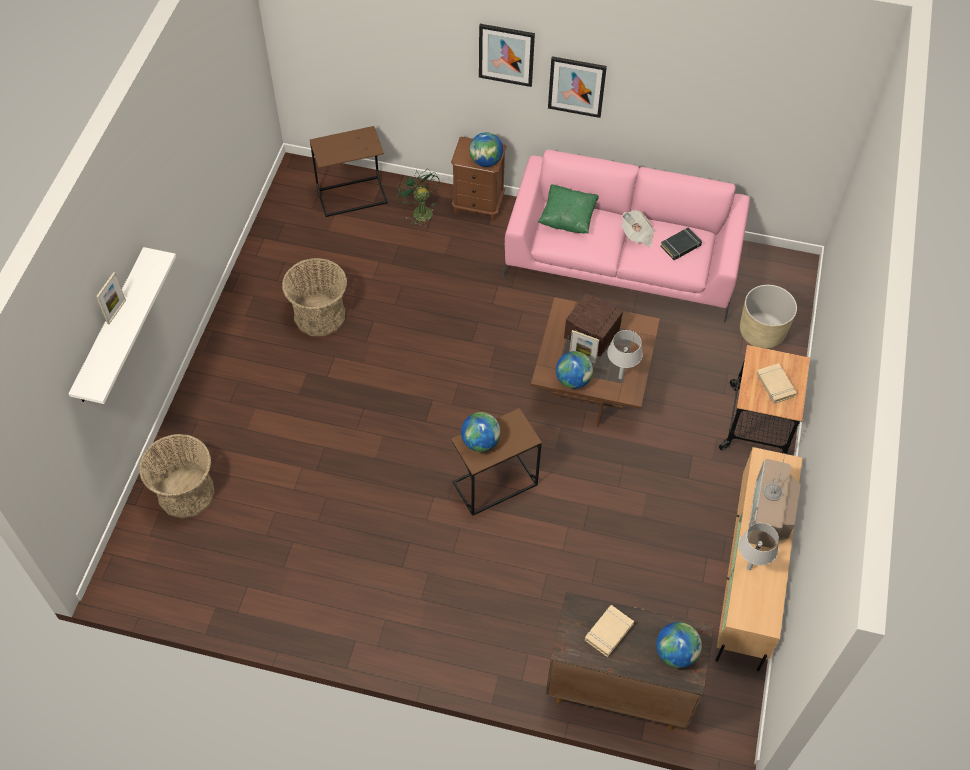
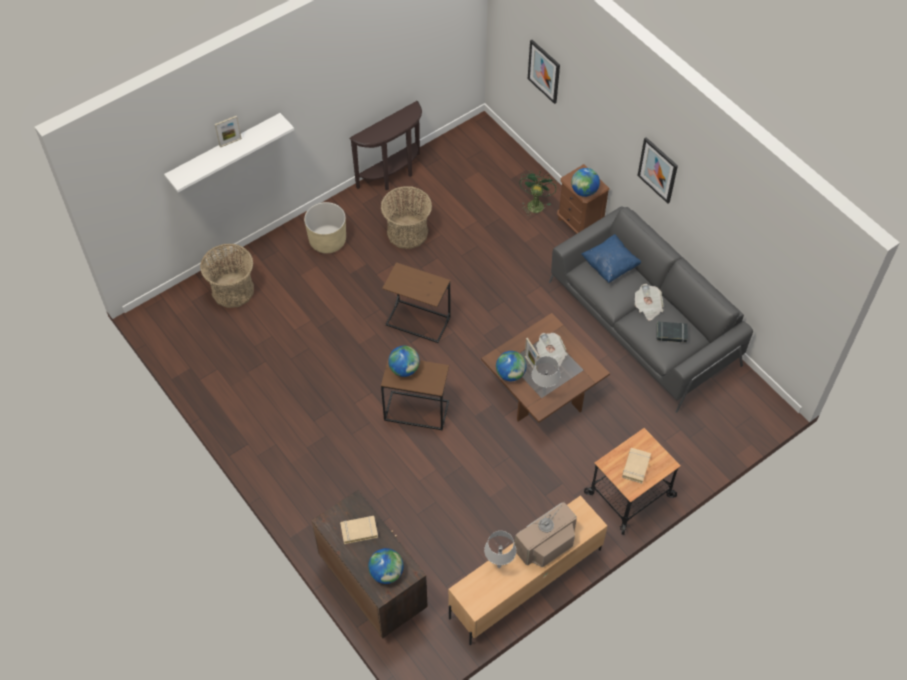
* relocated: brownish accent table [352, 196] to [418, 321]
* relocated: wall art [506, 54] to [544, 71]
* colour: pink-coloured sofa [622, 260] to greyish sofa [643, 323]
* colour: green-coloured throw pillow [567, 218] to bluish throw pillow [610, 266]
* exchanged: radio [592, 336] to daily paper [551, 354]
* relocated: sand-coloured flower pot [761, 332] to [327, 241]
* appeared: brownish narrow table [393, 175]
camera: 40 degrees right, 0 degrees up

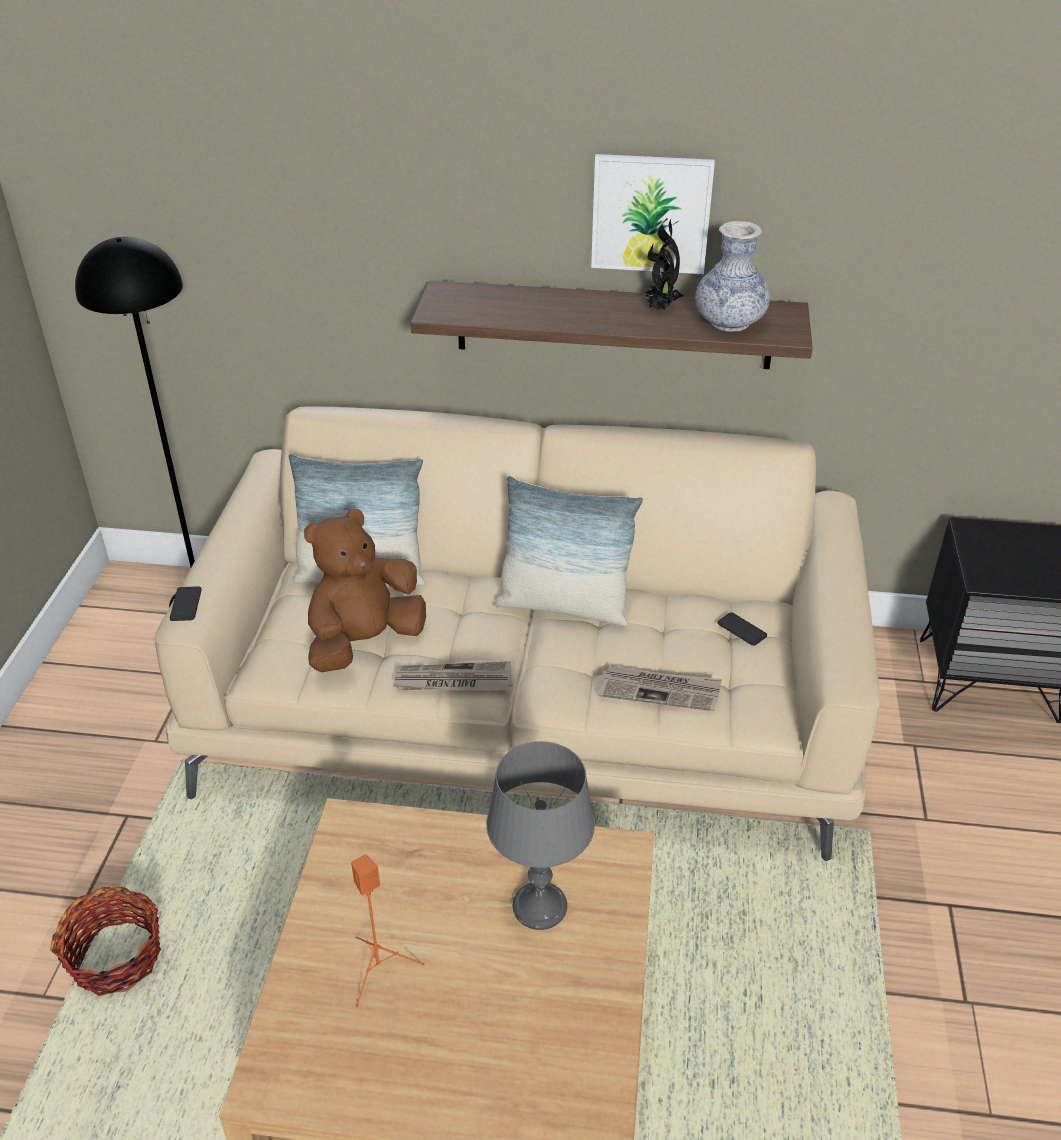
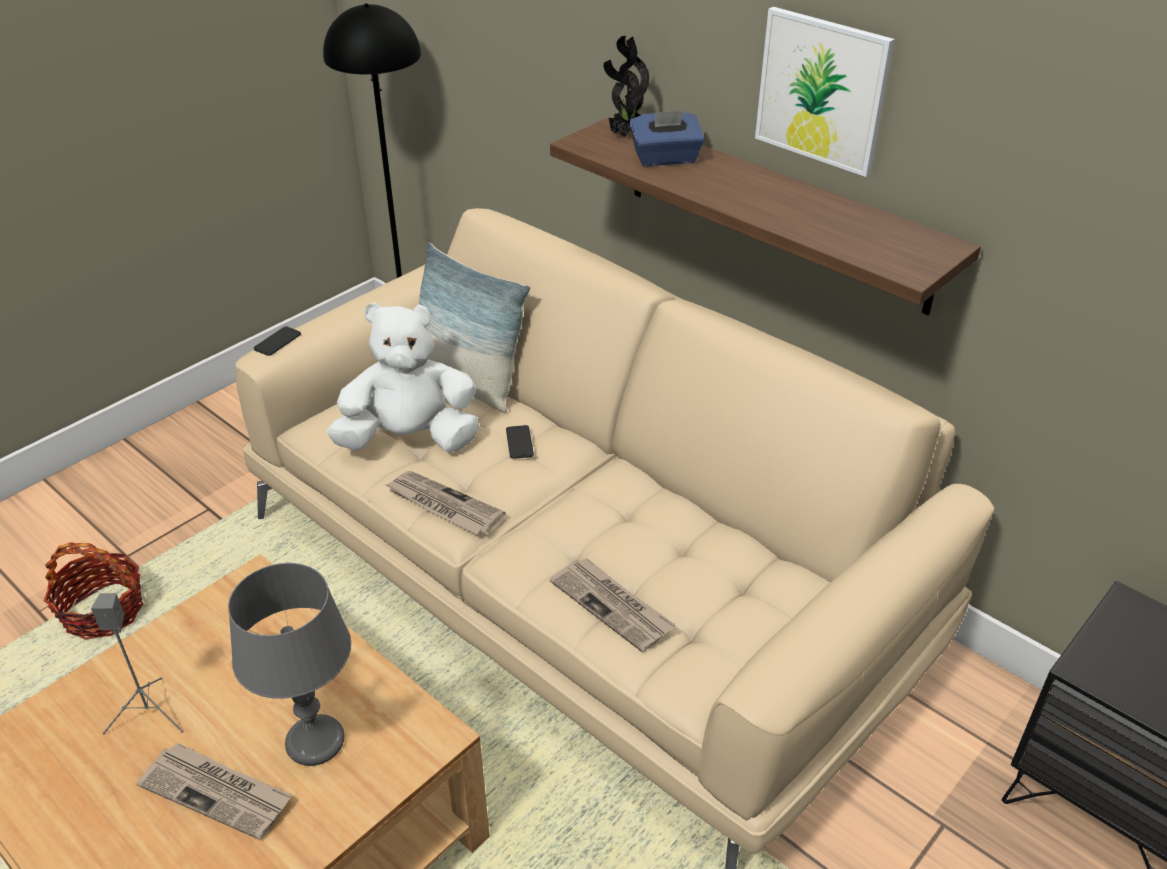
* colour: brownish cuddly toy [364, 642] to white-coloured cuddly toy [410, 439]
* colour: orange loudspeaker [380, 968] to greyish loudspeaker [150, 714]
* missing: throw pillow [564, 606]
* relocated: houseplant [660, 308] to [624, 135]
* missing: decorative vase [729, 322]
* relocated: telephone [742, 629] to [519, 442]
* appeared: daily paper [217, 792]
* appeared: bluish tissue holder [665, 159]
camera: 35 degrees right, 0 degrees up

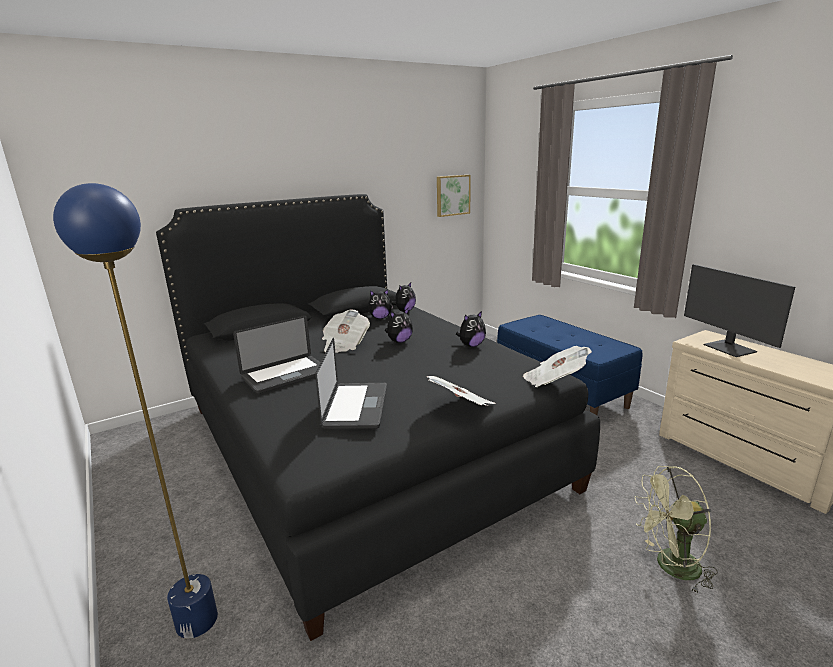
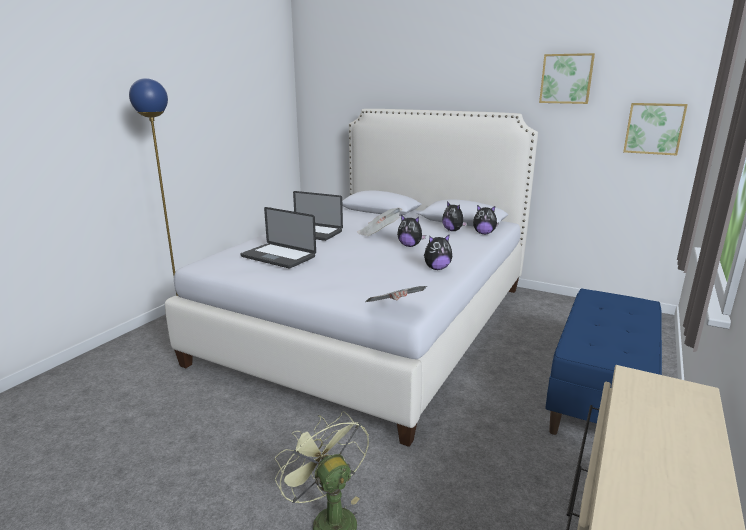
* colour: black sleeping bed [361, 444] to white-coloured sleeping bed [373, 322]
* spun: portable computer [356, 406] = [278, 257] 60 degrees clockwise
* missing: daily paper [461, 407]
* spun: cuddly toy [471, 345] = [436, 268] 45 degrees counterclockwise
* missing: monitor [729, 348]
* appeared: wall art [566, 78]
camera: 60 degrees right, 0 degrees up

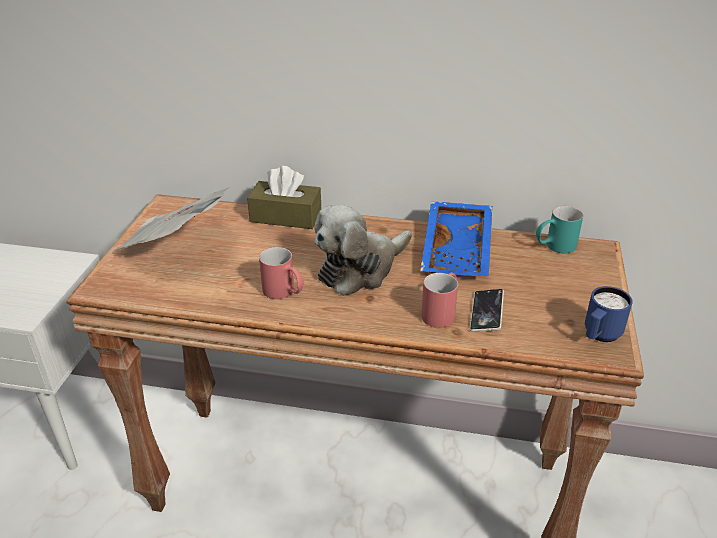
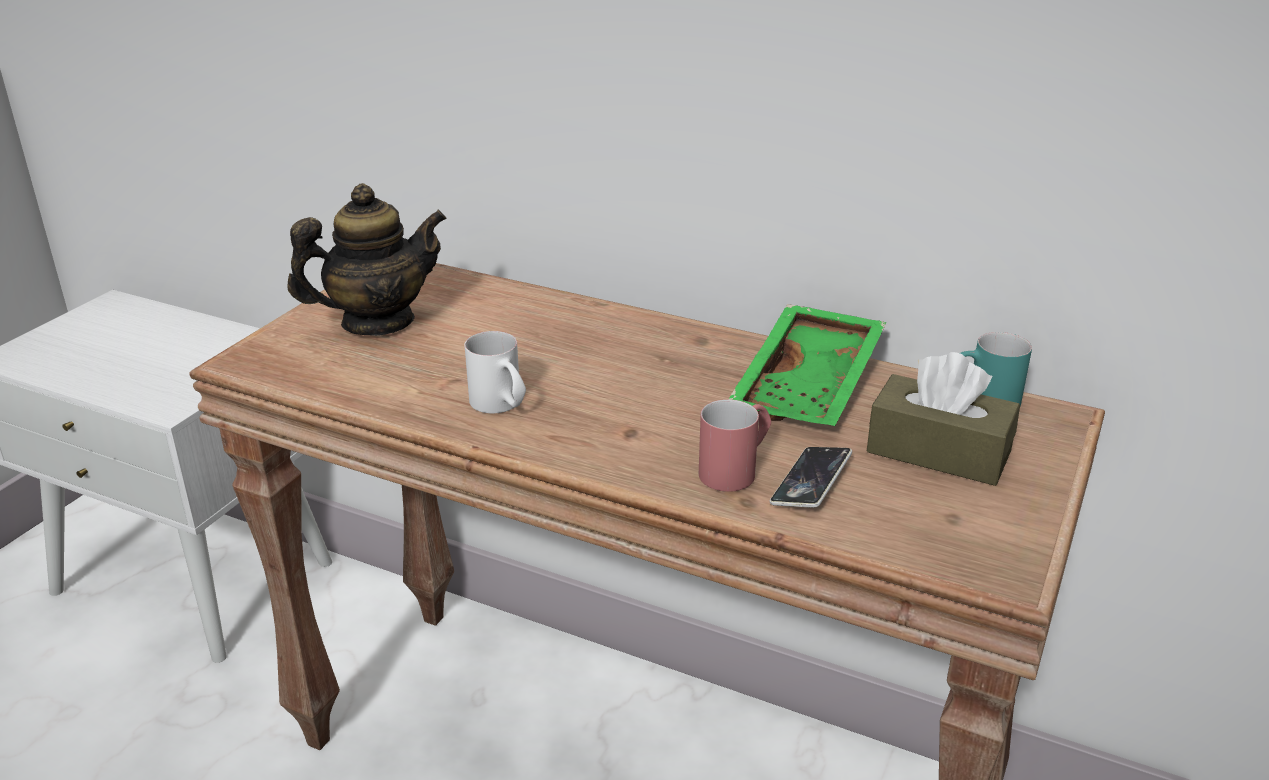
* exchanged: daily paper [176, 246] to tea pot [377, 322]
* relocated: brownish tissue holder [286, 217] to [938, 452]
* colour: reddish coffee mug [284, 293] to white-coloured coffee mug [501, 406]
* missing: cuddly toy [360, 269]
* colour: bluish carrying tray [459, 251] to green-coloured carrying tray [811, 386]
* missing: bluish coffee mug [599, 336]
camera: 15 degrees right, 5 degrees down

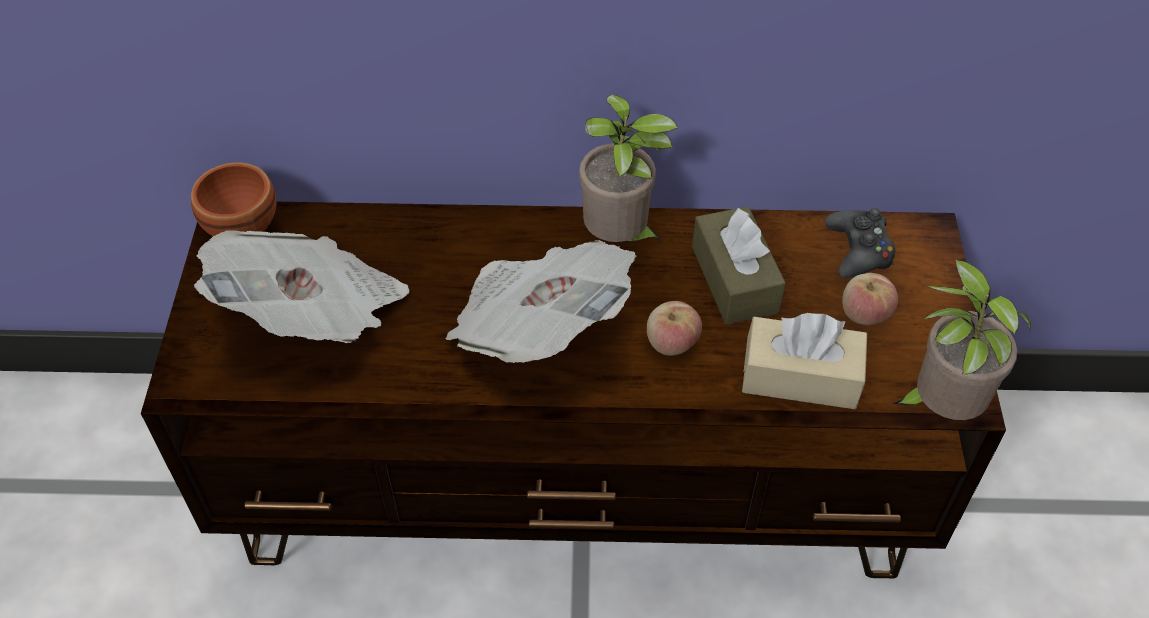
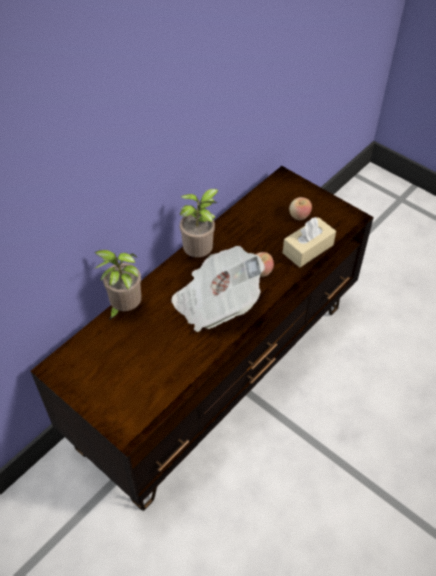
* missing: brownish serving bowl [245, 227]
* missing: daily paper [315, 314]
* missing: brownish tissue holder [734, 279]
* missing: black game controller [859, 250]
* relocated: houseplant [939, 407] to [124, 308]
camera: 50 degrees left, 0 degrees up

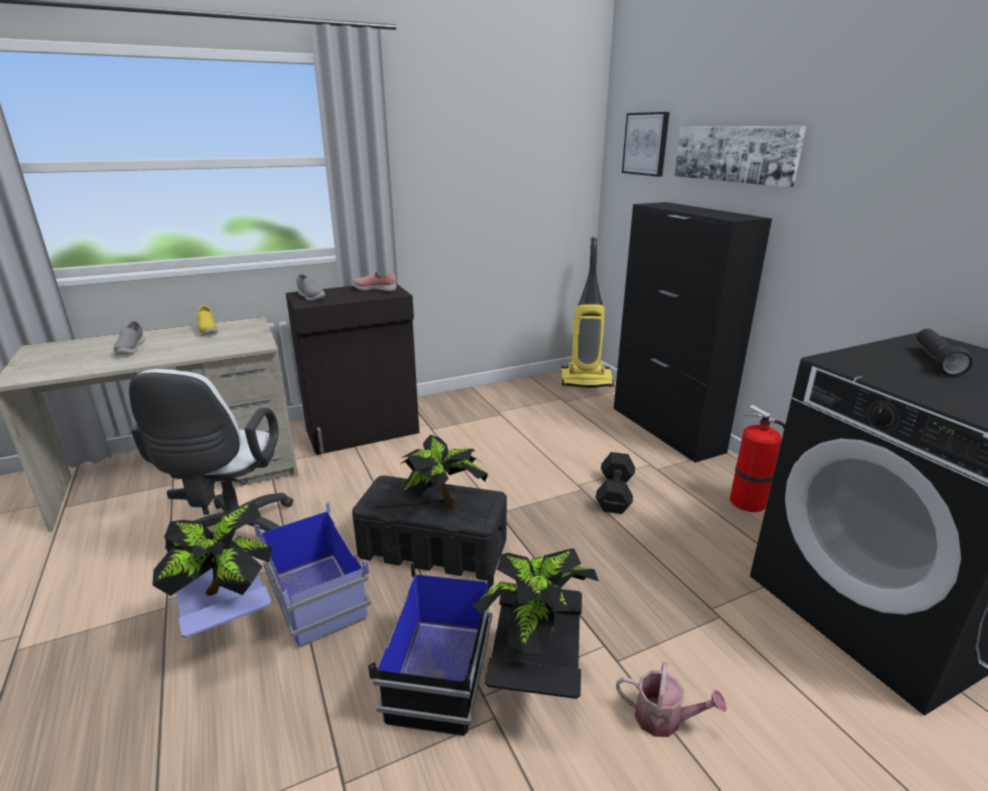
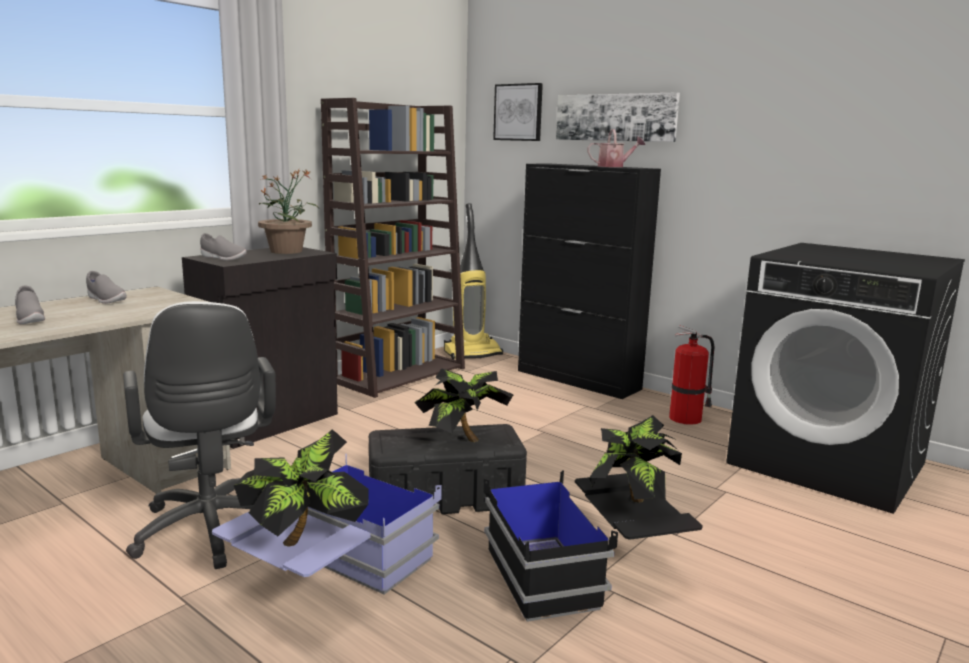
* colour: yellow shoe [208, 331] to greyish shoe [105, 300]
* exchanged: pink-coloured shoe [375, 290] to houseplant [287, 251]
* missing: black dumbbell [615, 493]
* relocated: watering can [664, 719] to [614, 166]
* missing: black hand torch [935, 361]
* appeared: brownish bookcase [399, 374]
camera: 25 degrees left, 10 degrees down

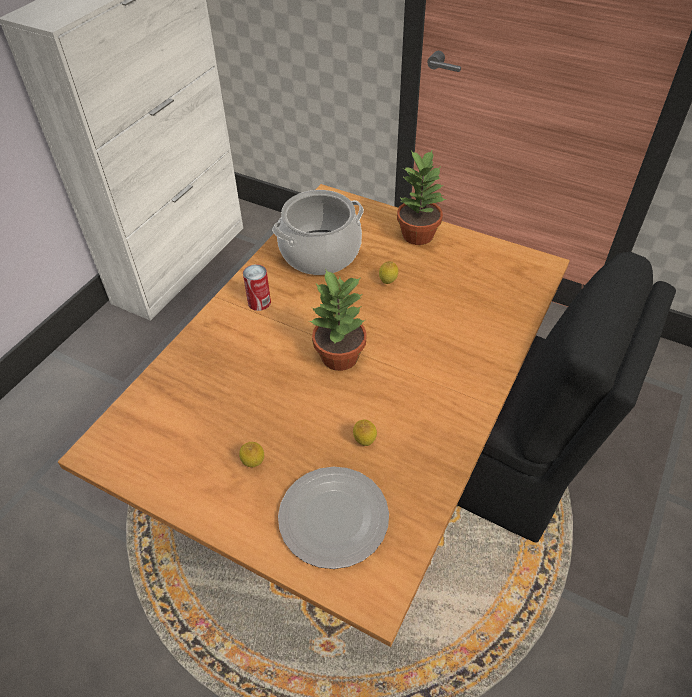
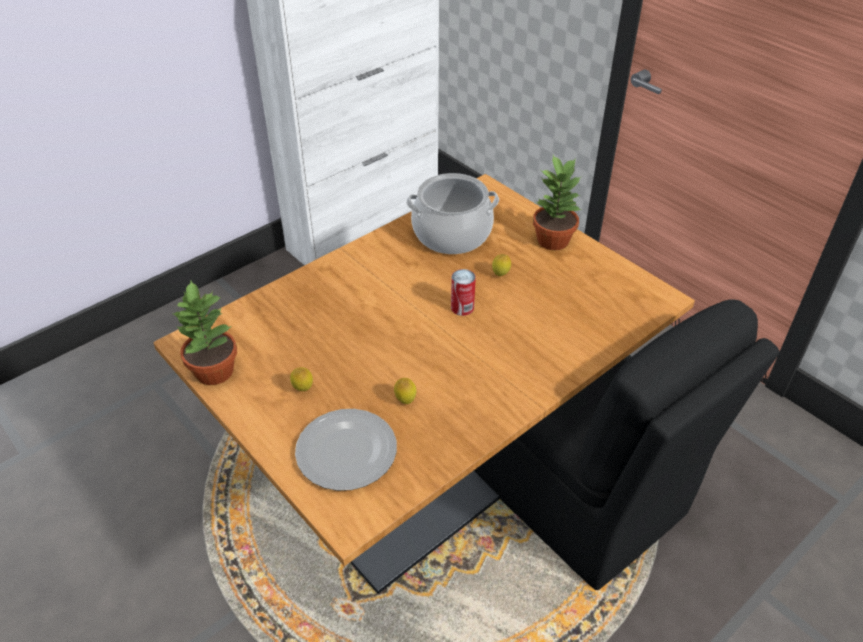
* relocated: sealed can [259, 302] to [462, 307]
* relocated: houseplant [340, 357] to [214, 372]
camera: 20 degrees right, 5 degrees down

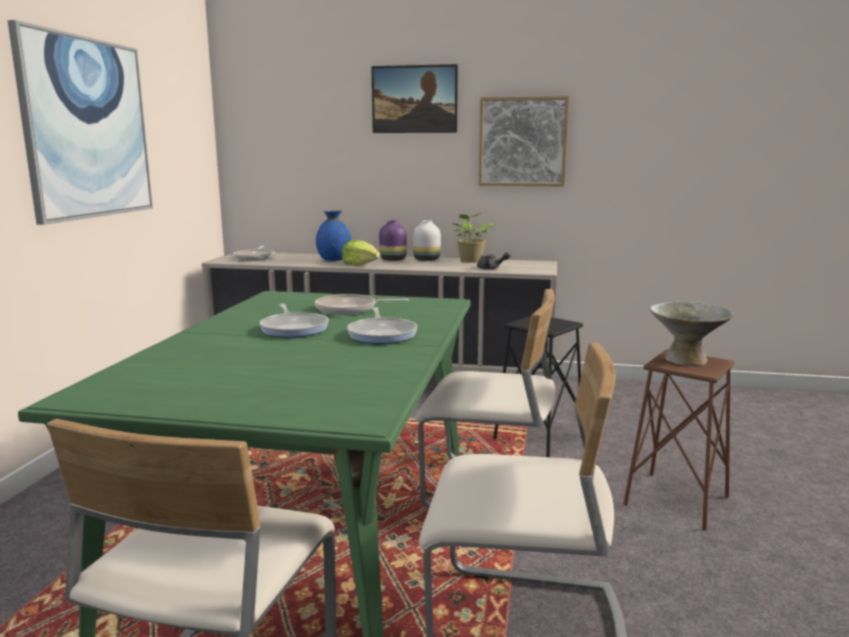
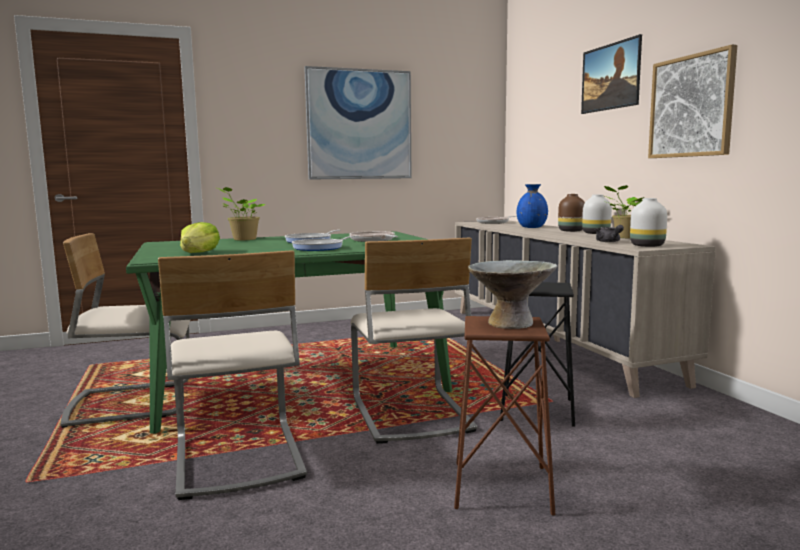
* relocated: lettuce [360, 264] to [199, 253]
* colour: purple-coloured decorative vase [392, 259] to brownish decorative vase [570, 231]
* appeared: houseplant [242, 239]
* appeared: white-coloured decorative vase [646, 246]
camera: 60 degrees right, 5 degrees down

